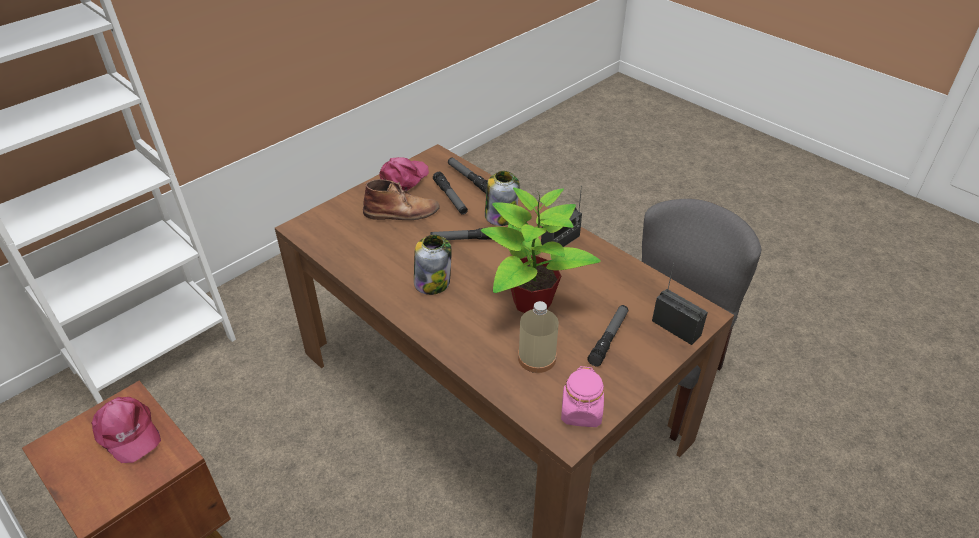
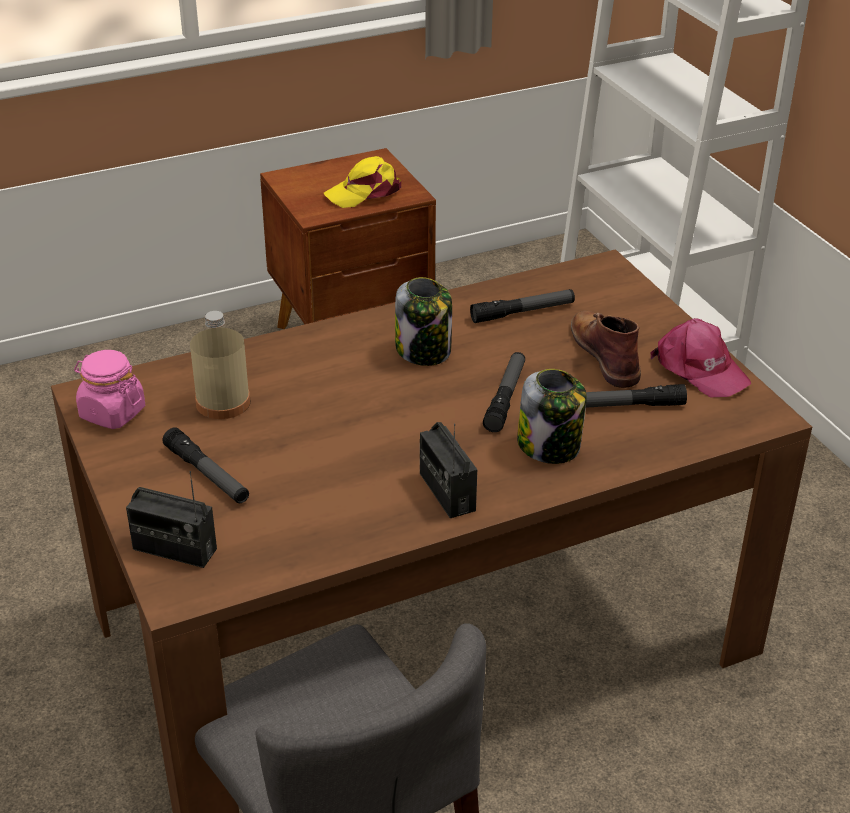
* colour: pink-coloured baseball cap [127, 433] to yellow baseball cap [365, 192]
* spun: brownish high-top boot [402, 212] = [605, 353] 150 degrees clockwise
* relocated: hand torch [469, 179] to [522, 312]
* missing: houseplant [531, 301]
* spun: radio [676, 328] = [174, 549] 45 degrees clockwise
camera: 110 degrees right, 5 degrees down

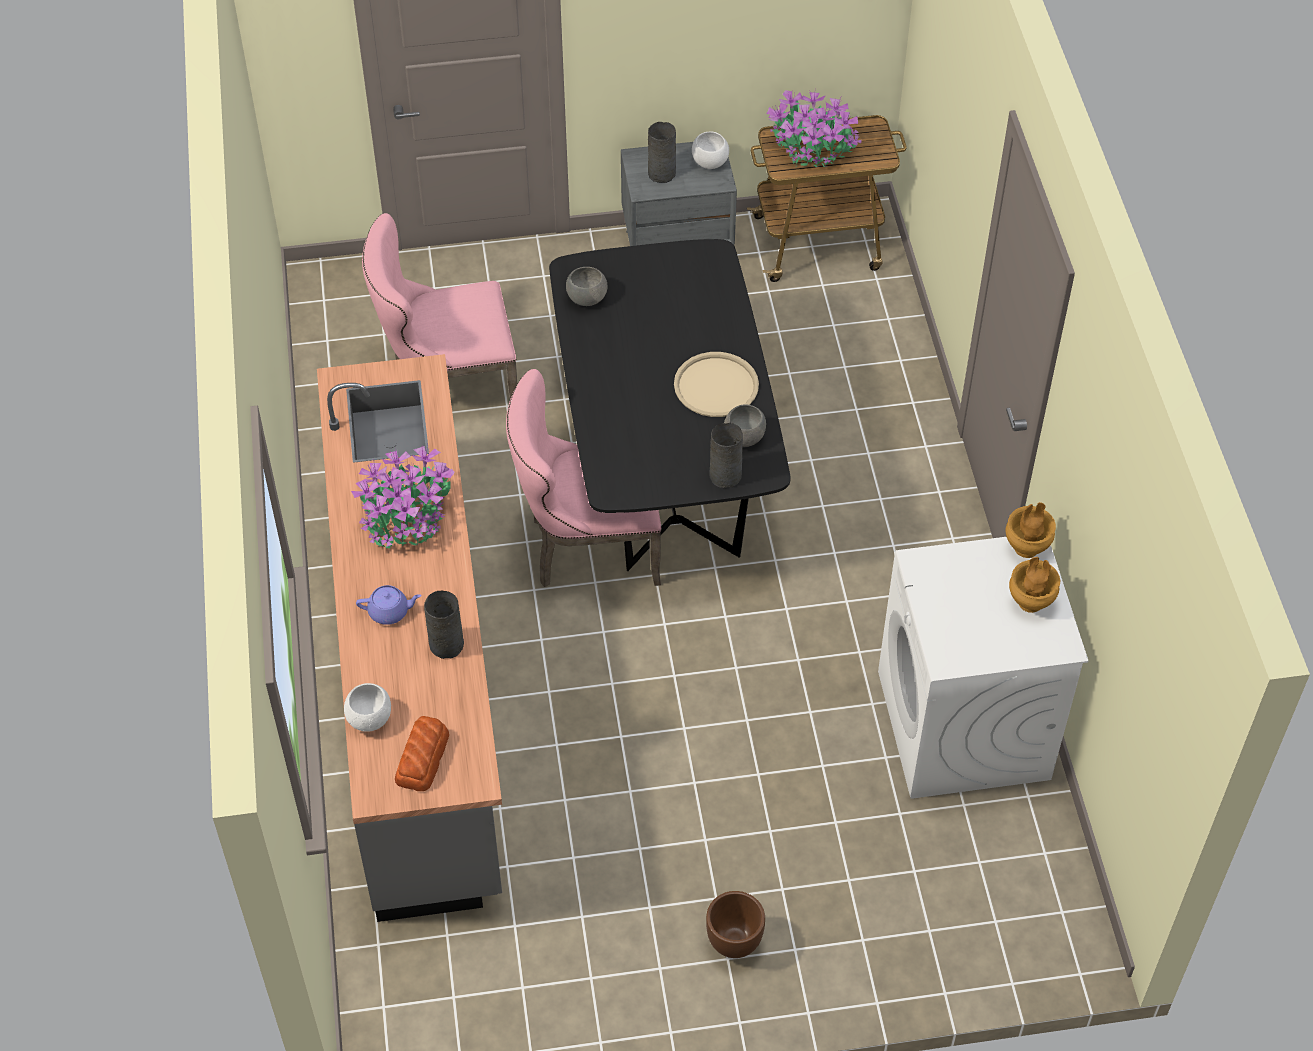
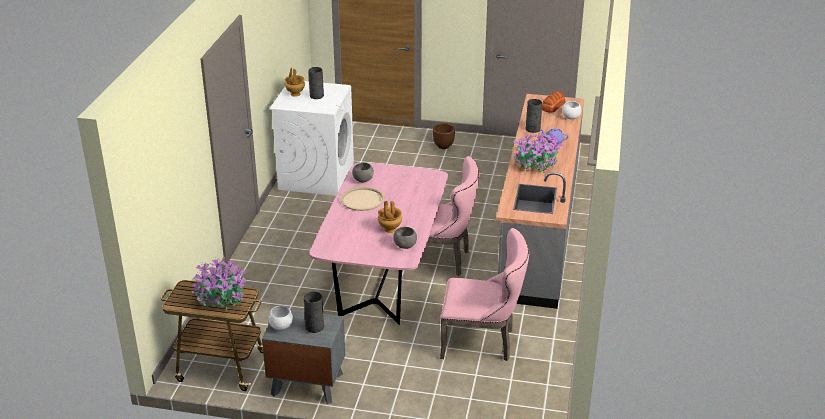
* colour: black dining table [663, 468] to pink-coloured dining table [384, 281]
* relocated: greyish decorative vase [726, 476] to [316, 96]
* relocated: brownish decorative vase [1027, 547] to [389, 229]
camera: 160 degrees left, 20 degrees down

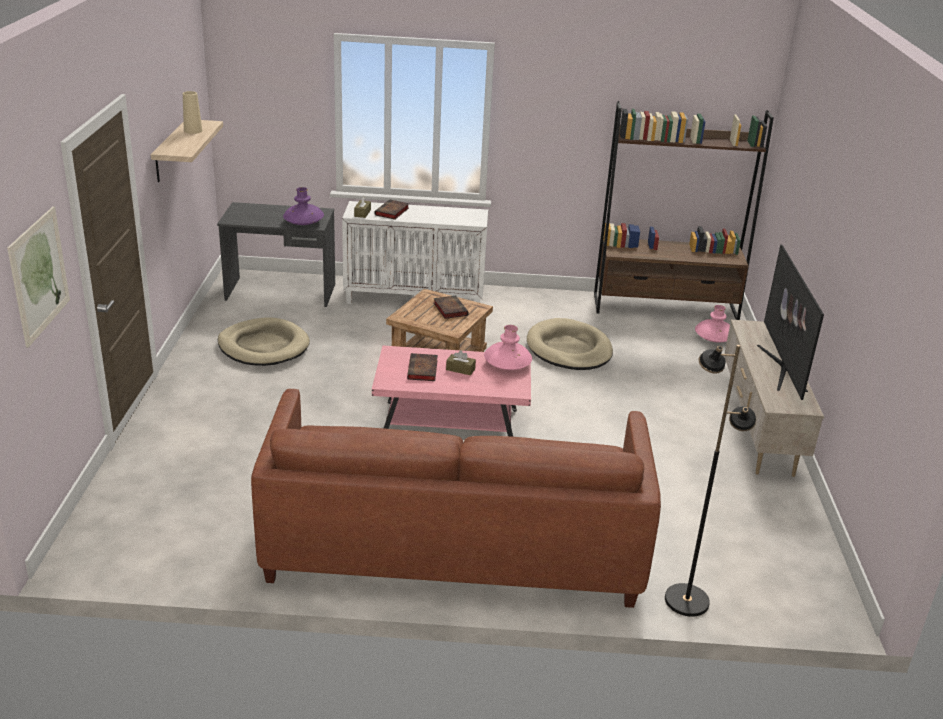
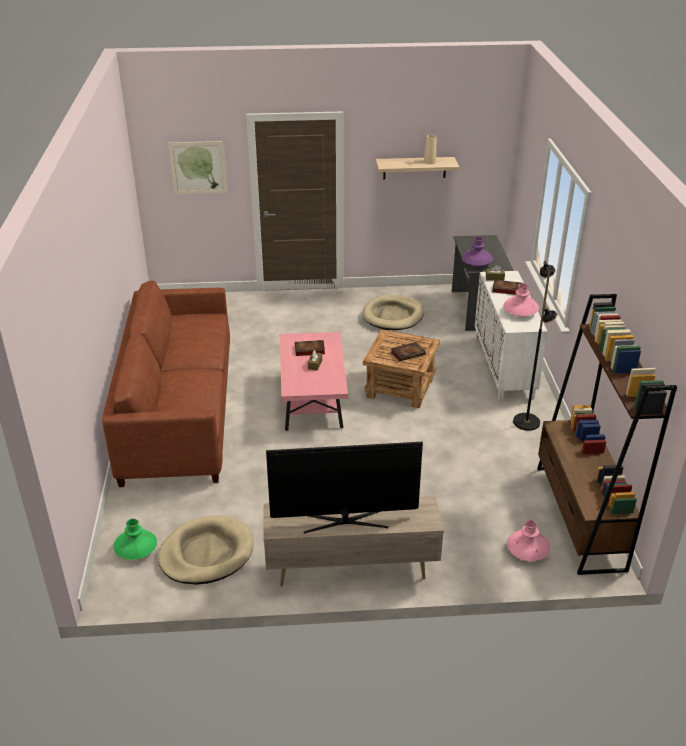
* relocated: pink-coloured decorative vase [507, 364] to [520, 312]
* relocated: sand-coloured dog bed [569, 349] to [206, 553]
* relocated: black standing lamp [686, 600] to [527, 422]
* appeared: green-coloured decorative vase [136, 550]
camera: 85 degrees right, 5 degrees up

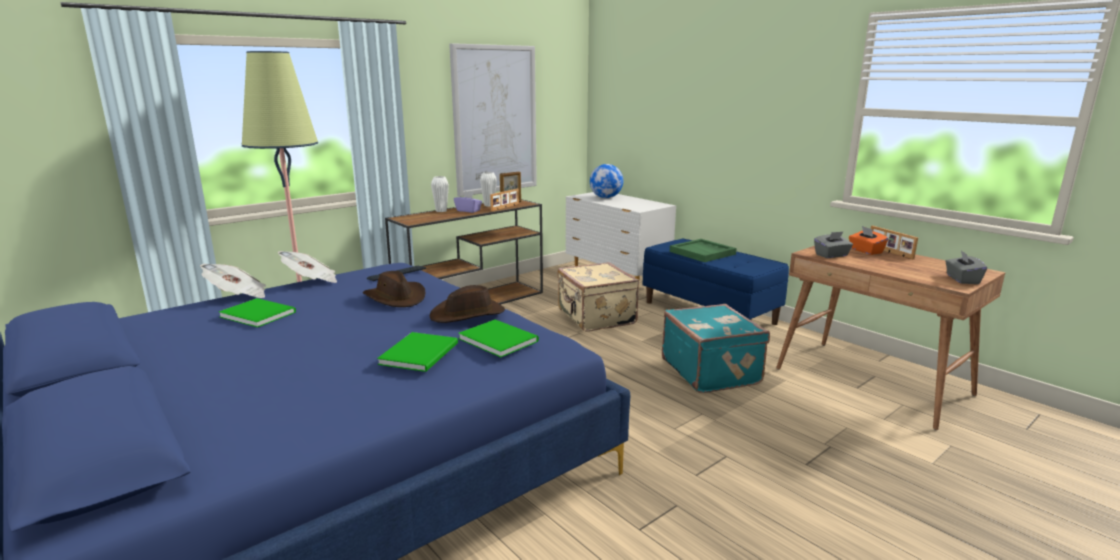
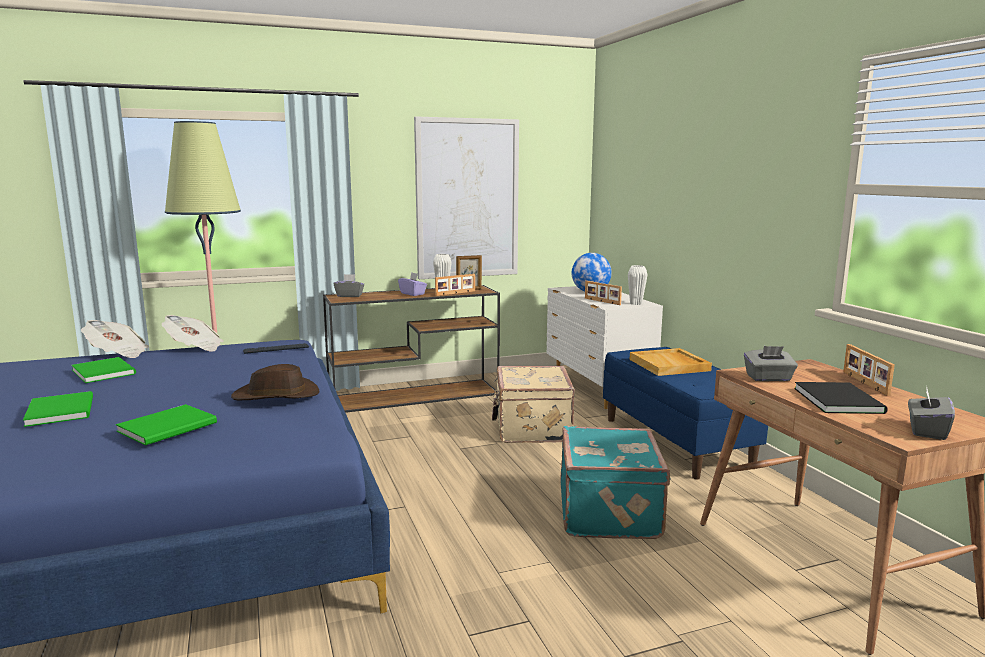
* missing: brownish hat [396, 298]
* relocated: white-coloured decorative vase [441, 211] to [636, 303]
* relocated: green-coloured volume [498, 339] to [63, 410]
* colour: green-coloured carrying tray [703, 253] to sand-coloured carrying tray [670, 365]
* missing: orange tissue holder [865, 251]
* appeared: greyish tissue holder [349, 295]
* appeared: photo frame [601, 301]
* appeared: black volume [839, 399]
camera: 20 degrees right, 5 degrees down

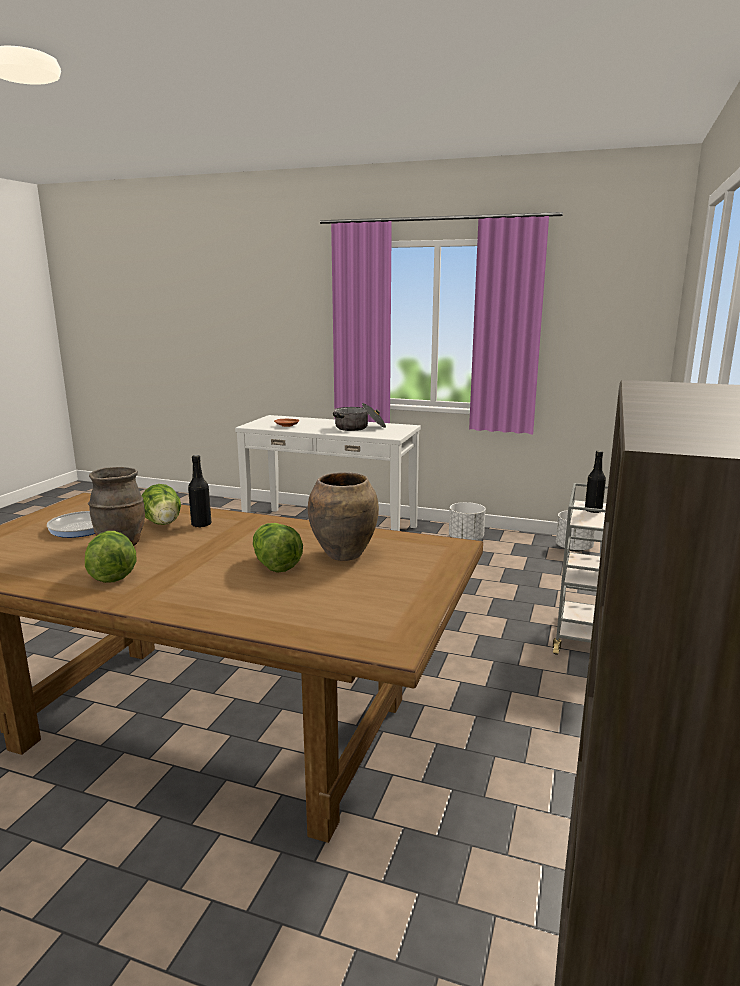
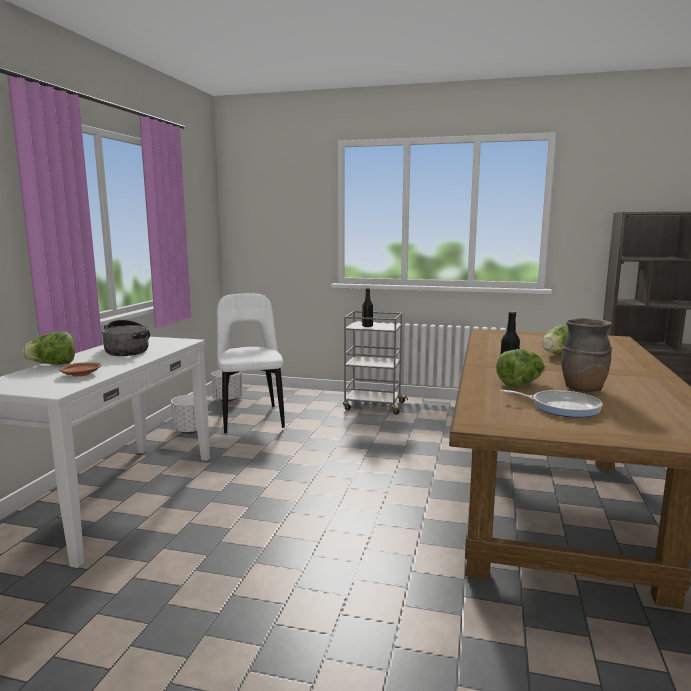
* relocated: lettuce [112, 574] to [53, 364]
* missing: brownish decorative vase [344, 554]
* appeared: white-coloured chair [251, 417]
camera: 95 degrees left, 5 degrees down

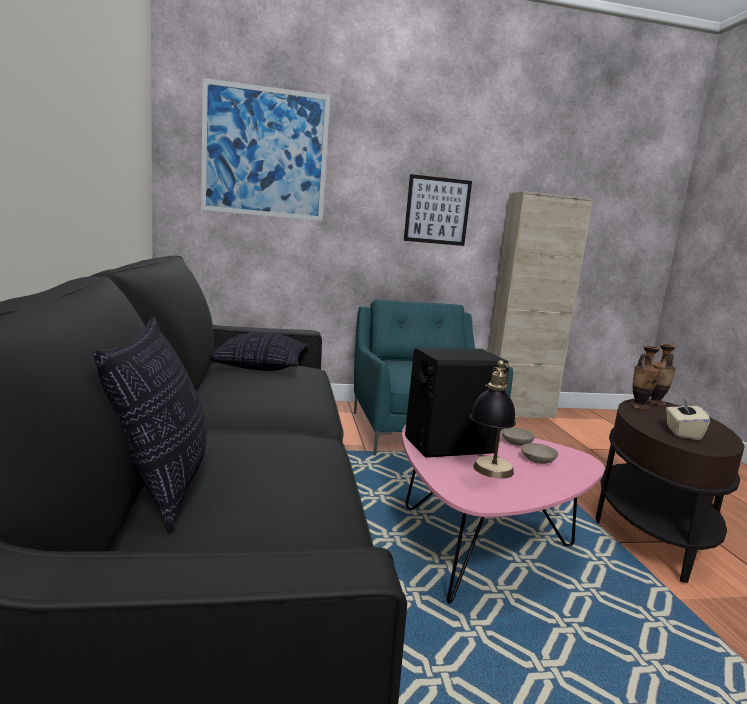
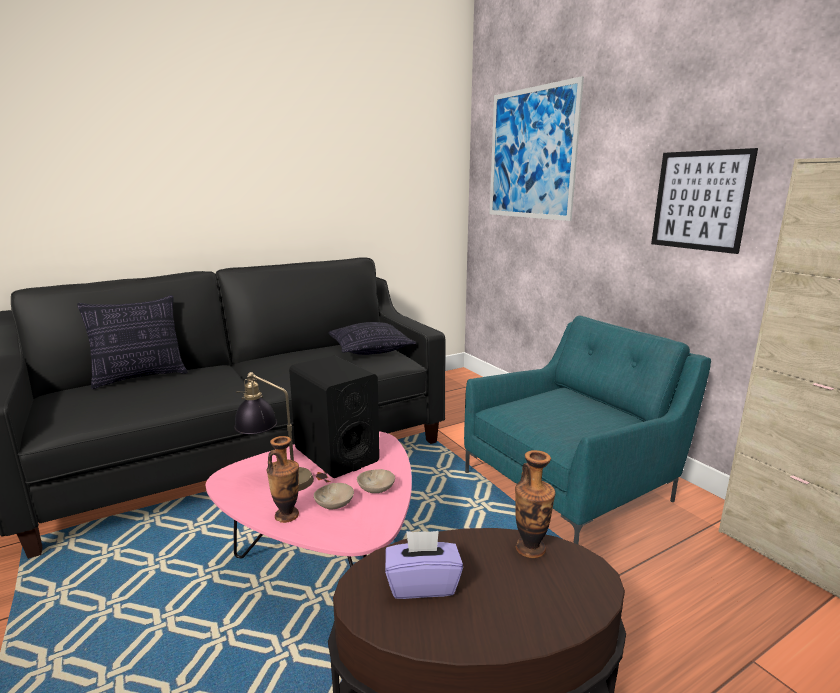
* relocated: decorative vase [655, 403] to [287, 515]
* colour: sand-coloured tissue holder [682, 433] to purple-coloured tissue holder [422, 584]
camera: 70 degrees right, 5 degrees up

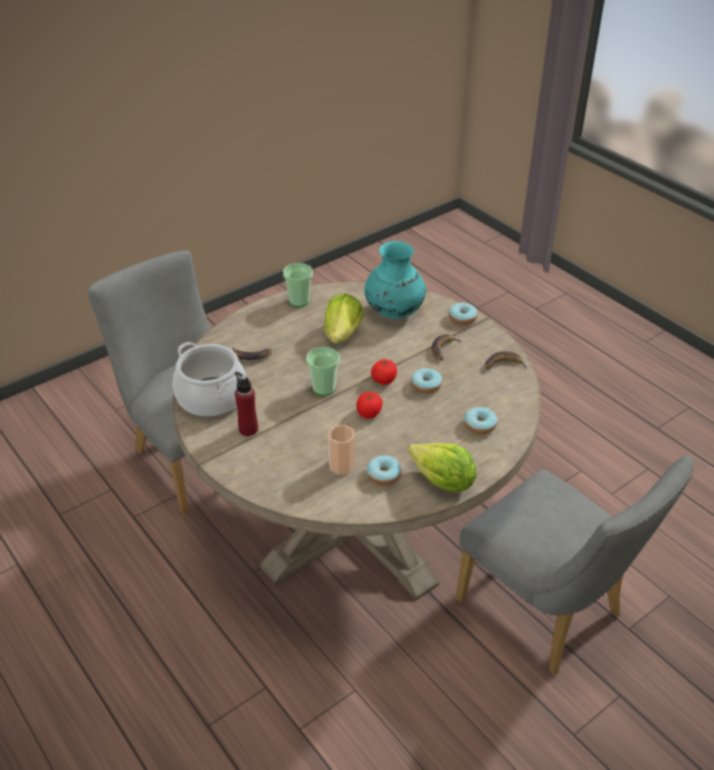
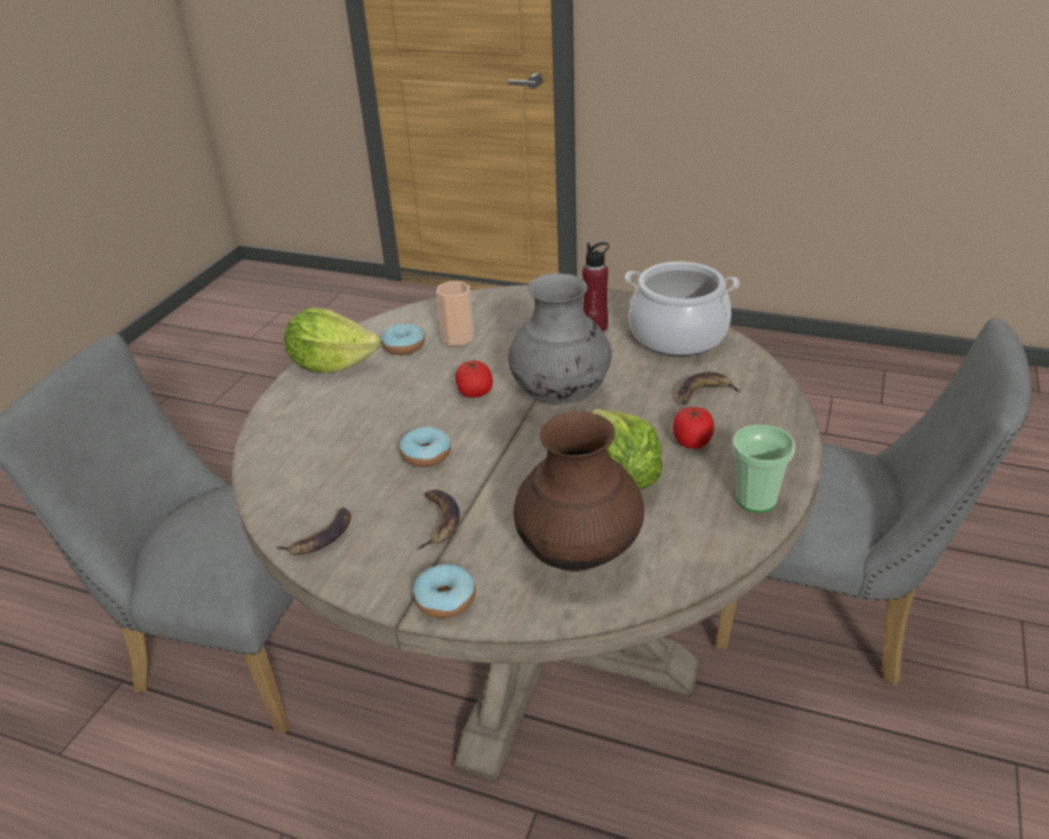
* exchanged: cup [324, 388] to greyish decorative vase [561, 396]
* colour: turquoise decorative vase [394, 312] to brownish decorative vase [579, 553]
* relocated: whole tomato [384, 380] to [692, 442]
* missing: doughnut [479, 425]
camera: 150 degrees right, 5 degrees down

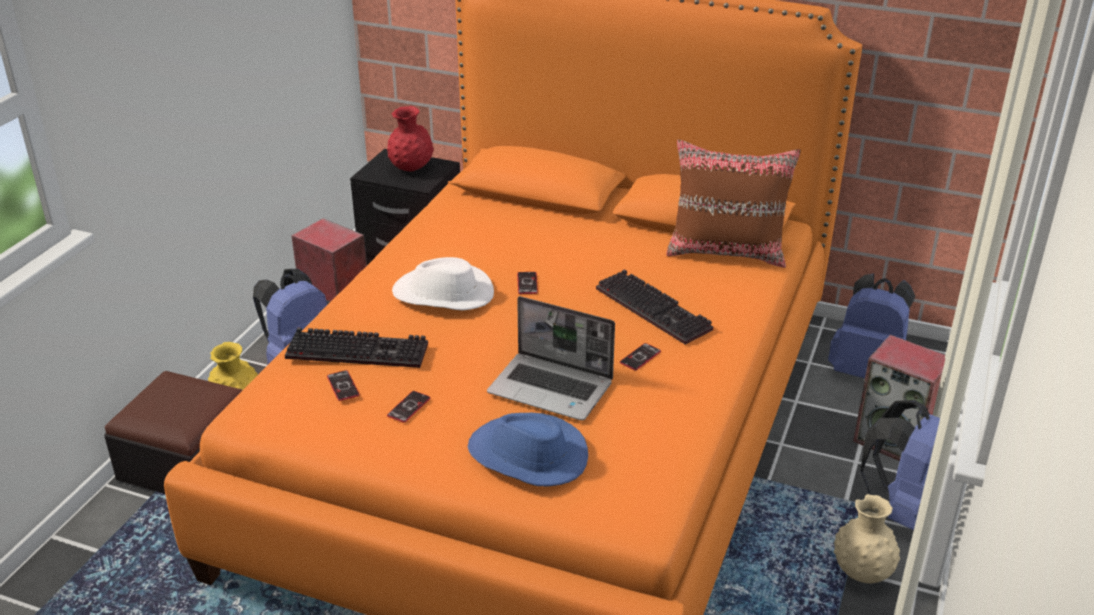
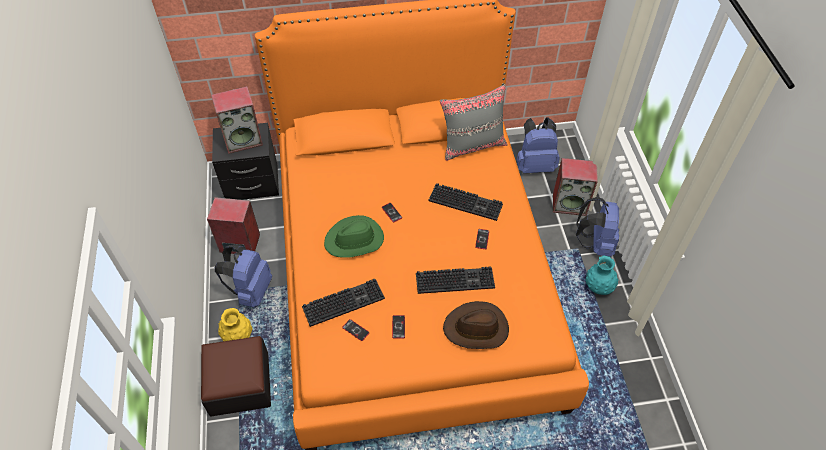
* exchanged: reddish decorative vase [411, 169] to loudspeaker [243, 139]
* colour: white-coloured hat [443, 294] to green-coloured hat [354, 240]
* colour: bluish hat [527, 456] to brownish hat [476, 328]
* exchanged: portable computer [552, 388] to keyboard [456, 279]
* colour: brownish throw pillow [727, 252] to greyish throw pillow [473, 145]
* colour: sand-coloured decorative vase [862, 573] to turquoise decorative vase [598, 287]
camera: 30 degrees left, 20 degrees up

